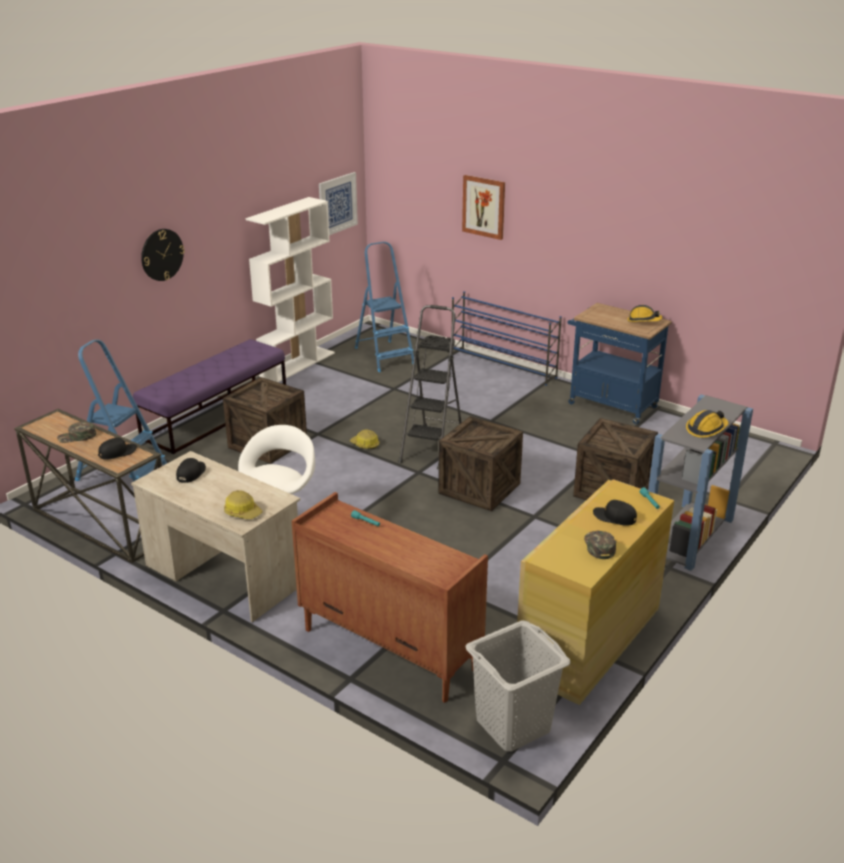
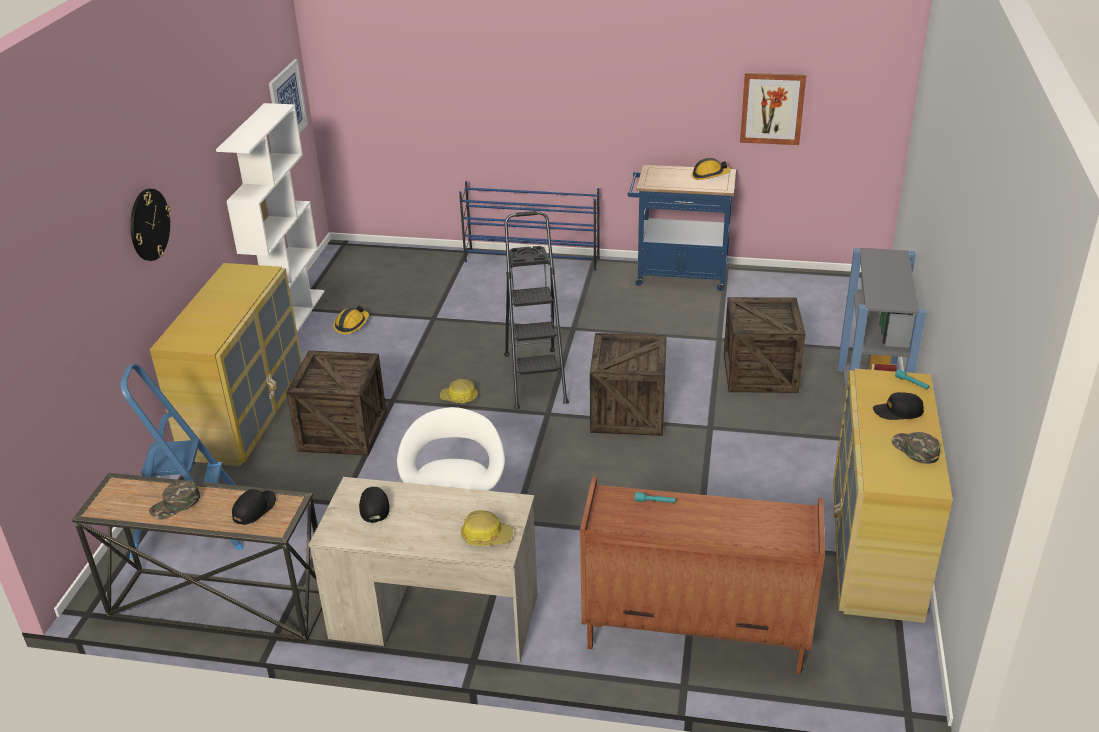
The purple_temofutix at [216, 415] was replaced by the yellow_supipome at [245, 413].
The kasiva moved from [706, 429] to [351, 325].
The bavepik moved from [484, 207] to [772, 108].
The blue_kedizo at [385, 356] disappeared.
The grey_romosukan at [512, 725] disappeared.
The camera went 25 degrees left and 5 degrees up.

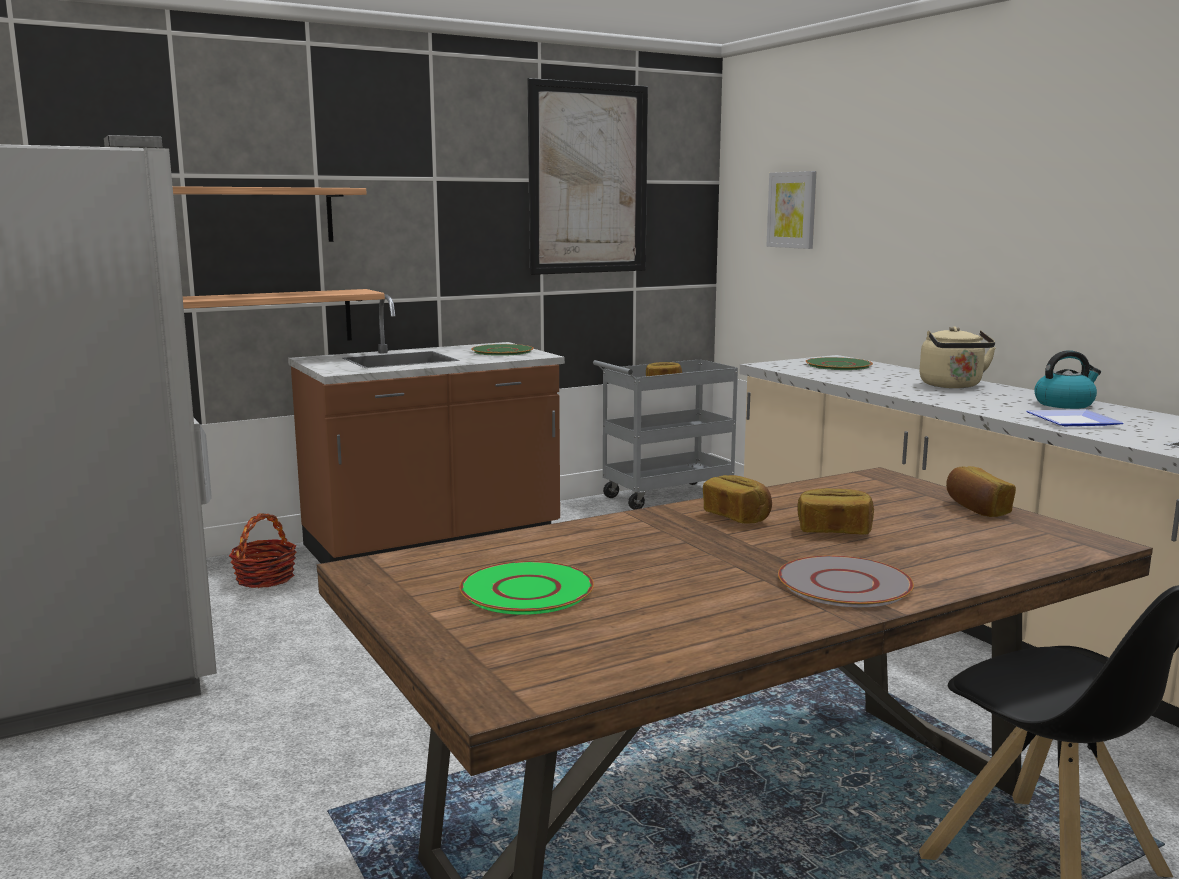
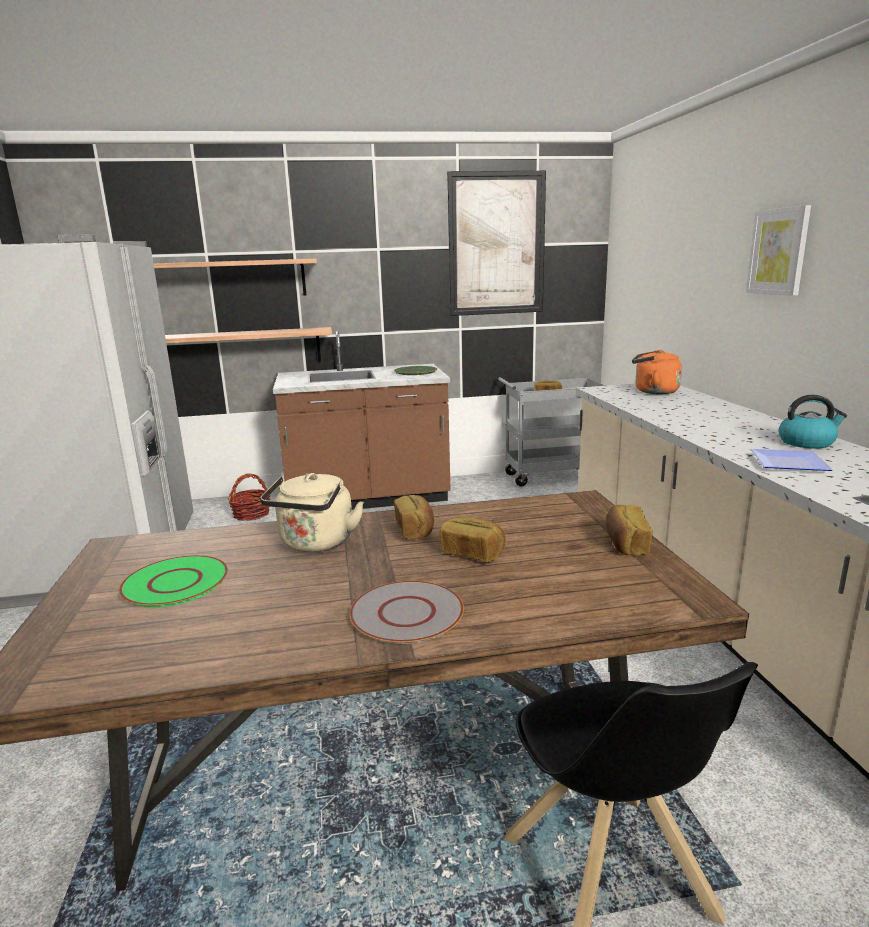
The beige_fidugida moved from [952, 386] to [315, 544].
The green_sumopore at [838, 365] was replaced by the orange_fidugida at [653, 391].
The bavepik moved from [792, 210] to [778, 251].
The camera went 20 degrees right and 5 degrees up.

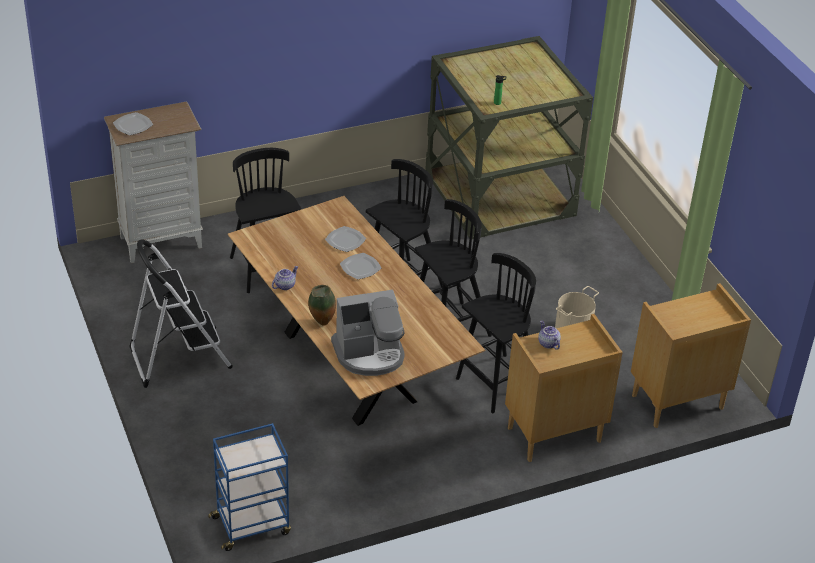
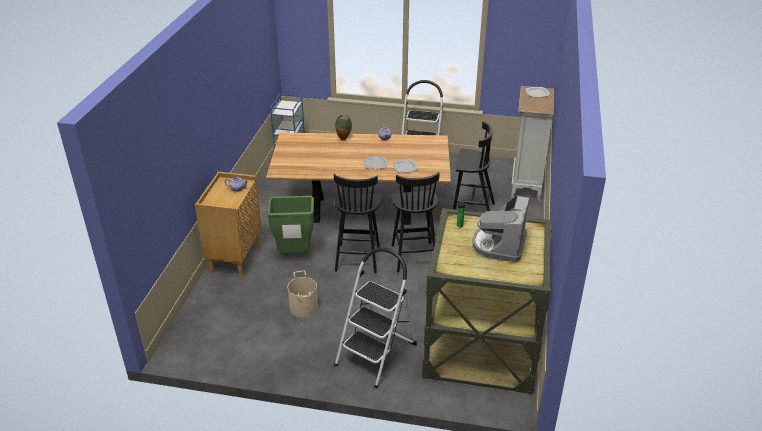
The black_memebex at [496, 384] was replaced by the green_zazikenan at [294, 255].
The kedizo at [378, 354] appeared.
The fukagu moved from [369, 354] to [499, 245].
The brown_supipome at [676, 402] disappeared.
The camera went 125 degrees right and 5 degrees down.

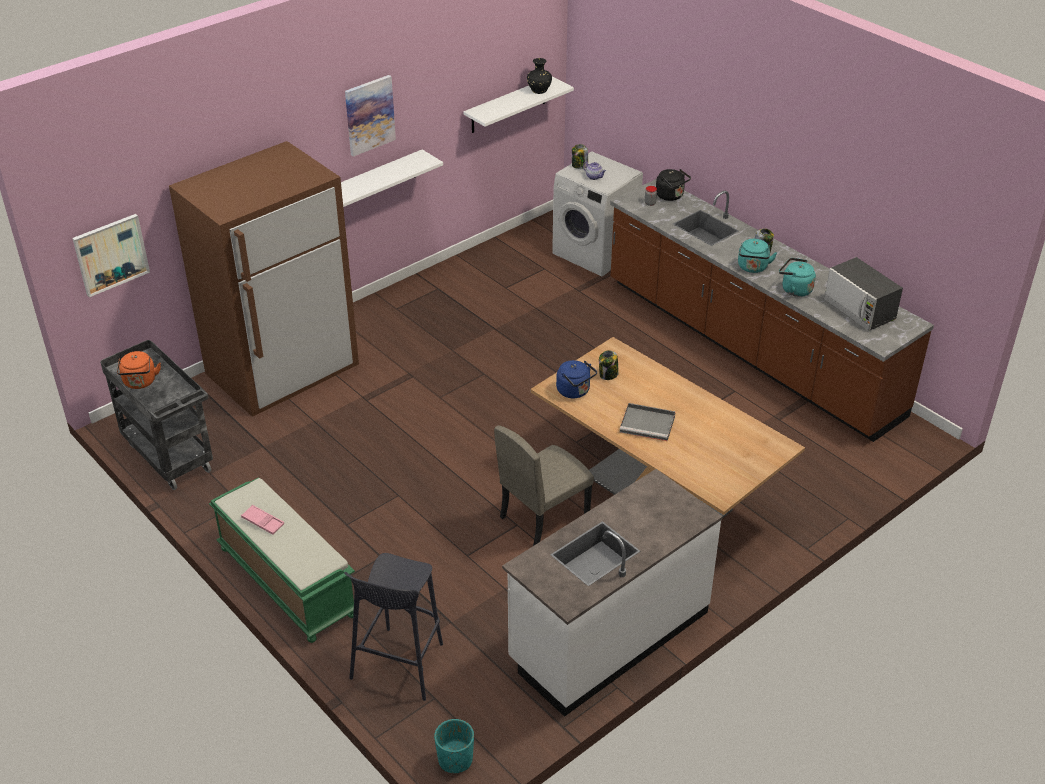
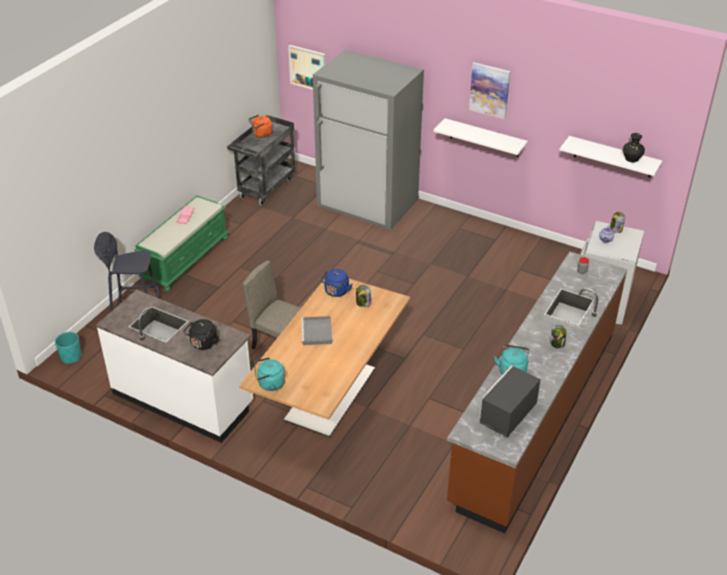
The black_fidugida moved from [671, 196] to [203, 344].
The turquoise_fidugida moved from [752, 268] to [269, 384].
The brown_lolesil at [283, 369] became the grey_lolesil at [367, 203].
The camera went 70 degrees right and 0 degrees up.

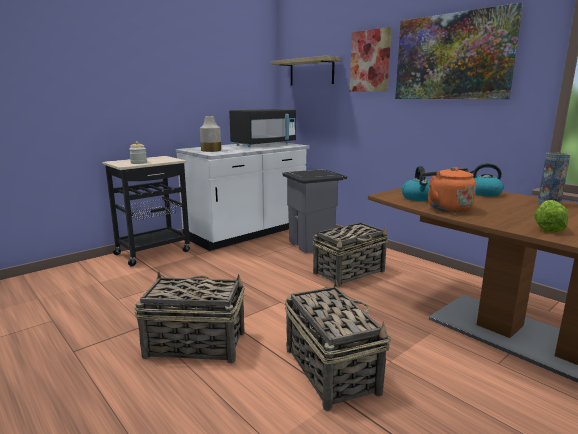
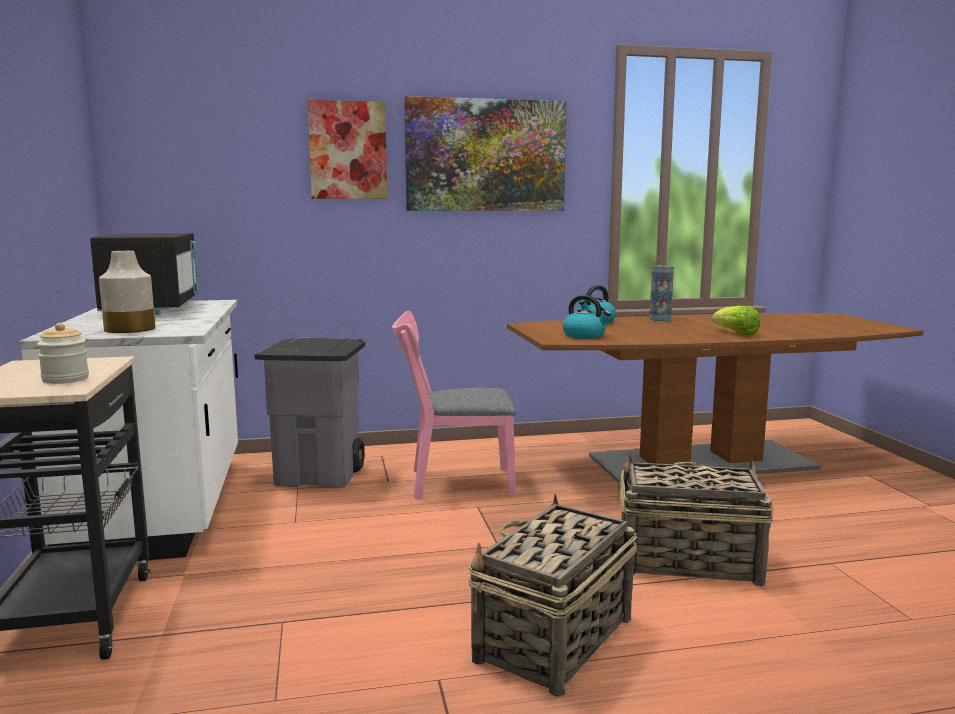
The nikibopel at [349, 272] was replaced by the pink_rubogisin at [453, 482].
The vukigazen at [311, 72] disappeared.
The orange_fidugida at [446, 208] disappeared.
The camera went 60 degrees left and 5 degrees down.

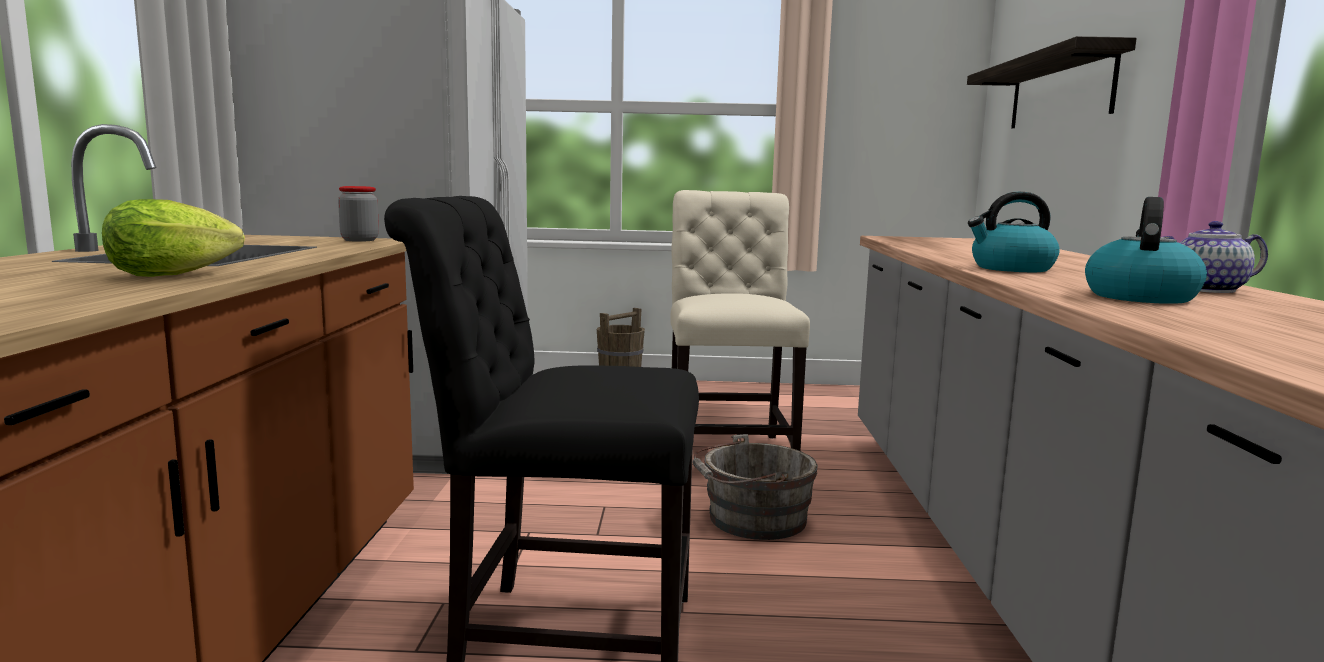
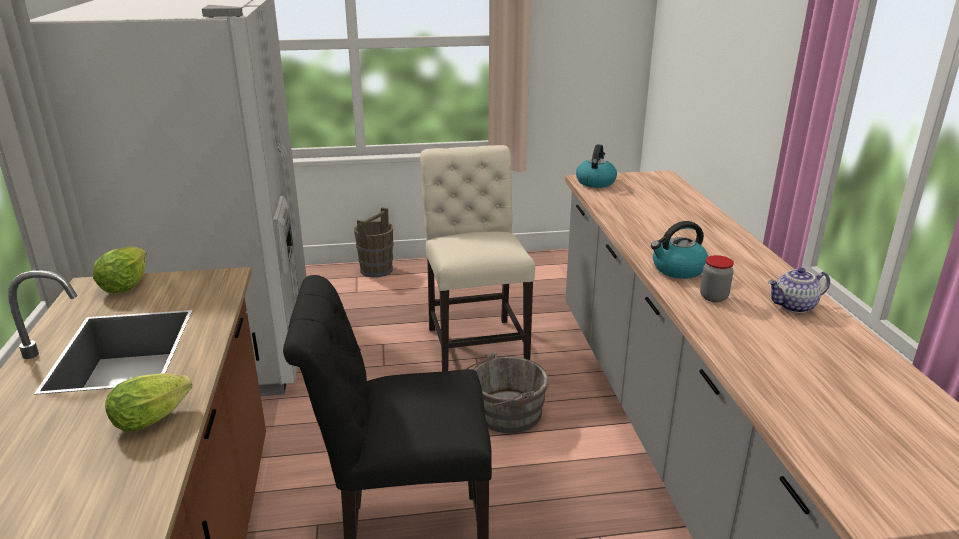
The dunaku at [125, 286] appeared.
The fidugida moved from [1139, 297] to [595, 182].
The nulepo moved from [359, 240] to [713, 297].
The vukigazen at [1060, 91] disappeared.
The camera went 10 degrees left and 15 degrees up.

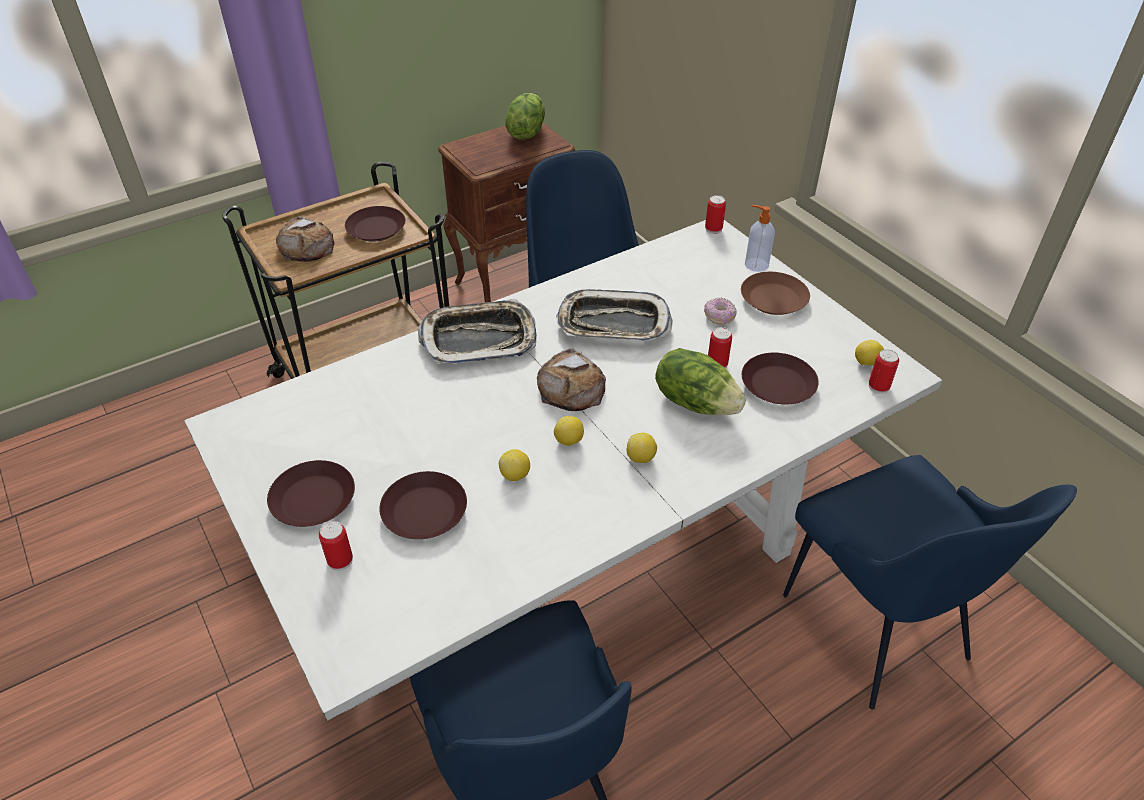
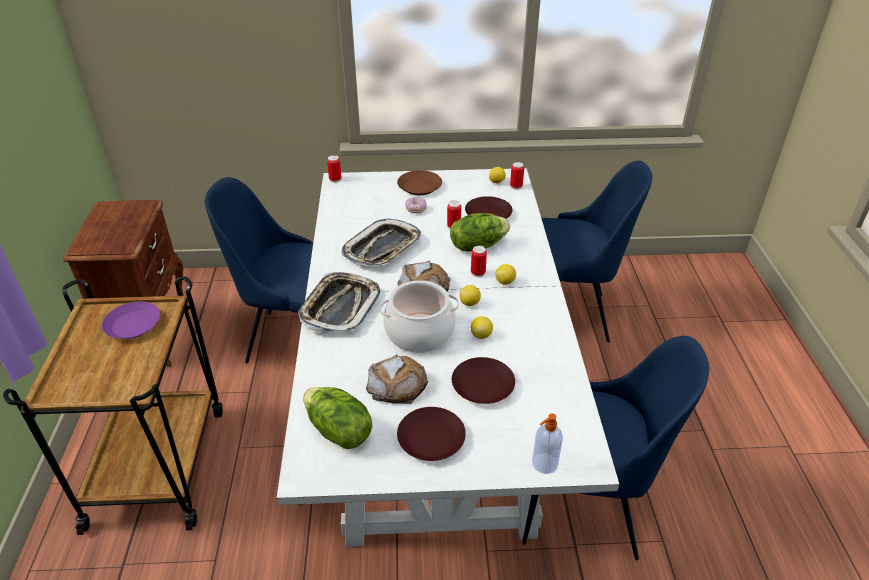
The brown_sumopore at [375, 229] became the purple_sumopore at [132, 325].
The dunaku moved from [526, 132] to [338, 432].
The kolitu moved from [306, 246] to [397, 384].
The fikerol at [419, 333] appeared.
The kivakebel moved from [340, 560] to [478, 273].
The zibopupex moved from [755, 264] to [544, 464].
The camera went 60 degrees left and 5 degrees down.

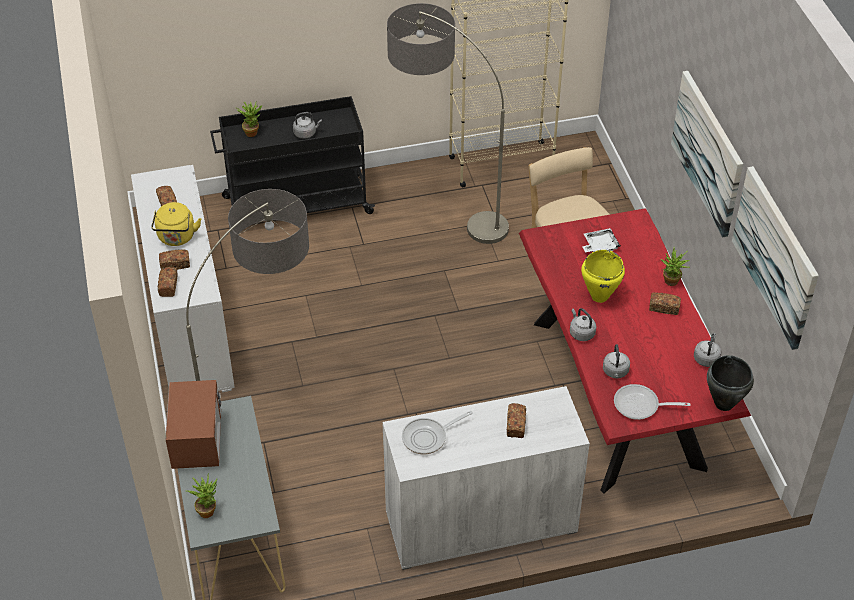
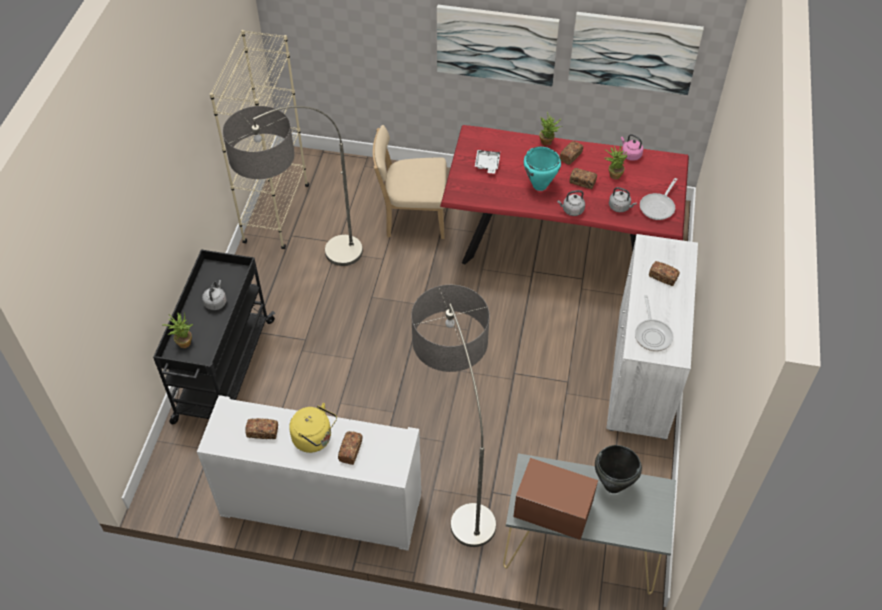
The yellow_fikerol at [599, 296] became the turquoise_fikerol at [539, 186].
The kolitu moved from [168, 286] to [582, 182].
The black_fikerol moved from [723, 404] to [613, 486].
The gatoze moved from [207, 509] to [613, 174].
The grey_fidugida at [706, 358] became the pink_fidugida at [630, 155].
The camera went 65 degrees left and 5 degrees up.

